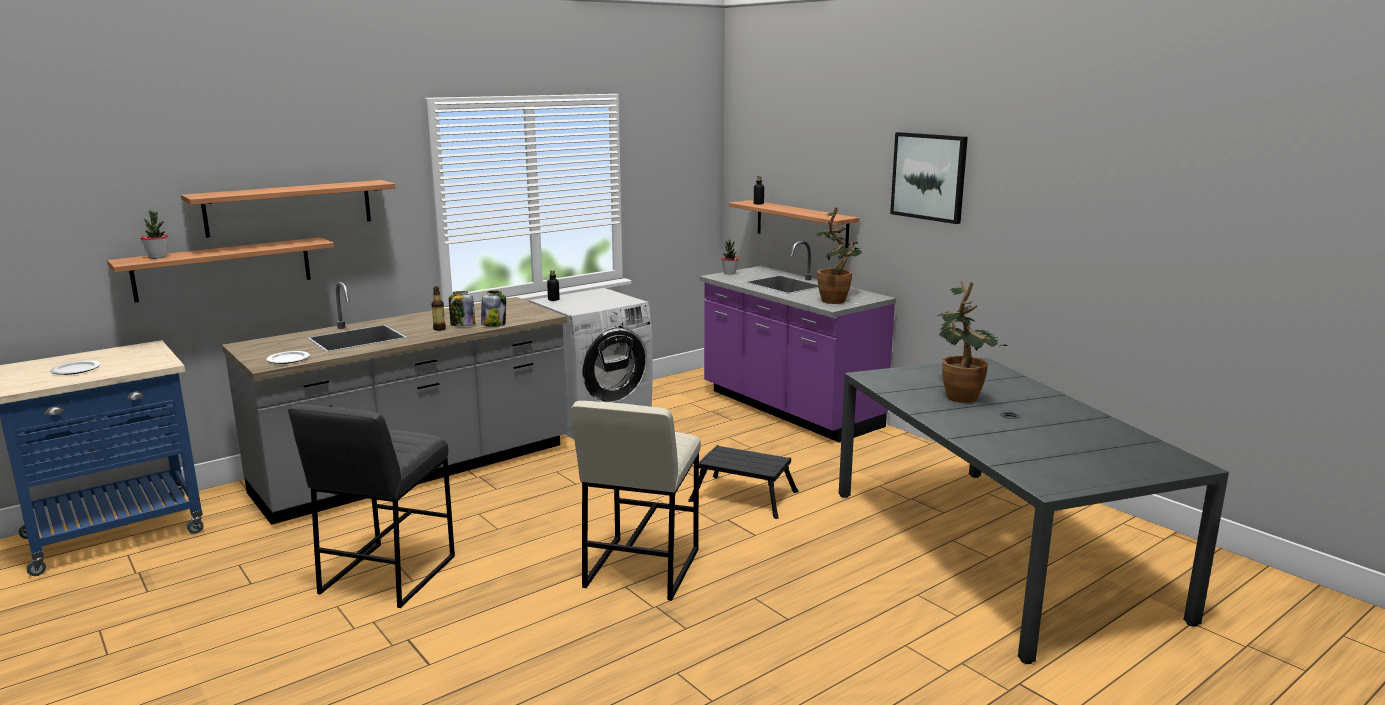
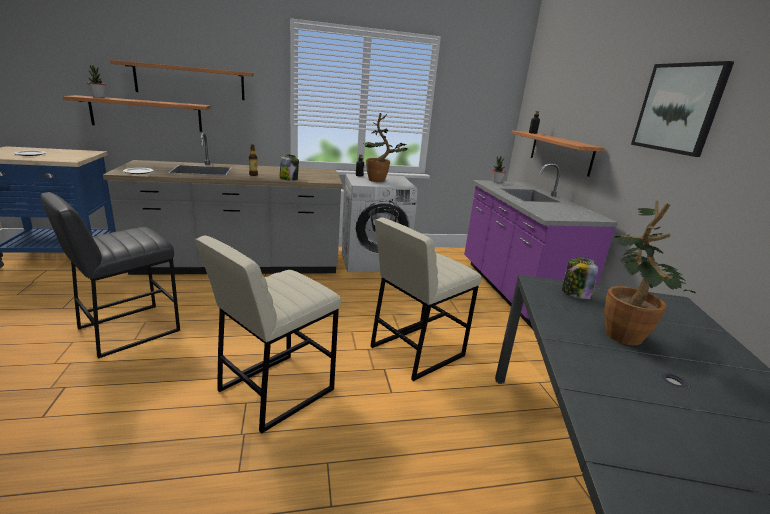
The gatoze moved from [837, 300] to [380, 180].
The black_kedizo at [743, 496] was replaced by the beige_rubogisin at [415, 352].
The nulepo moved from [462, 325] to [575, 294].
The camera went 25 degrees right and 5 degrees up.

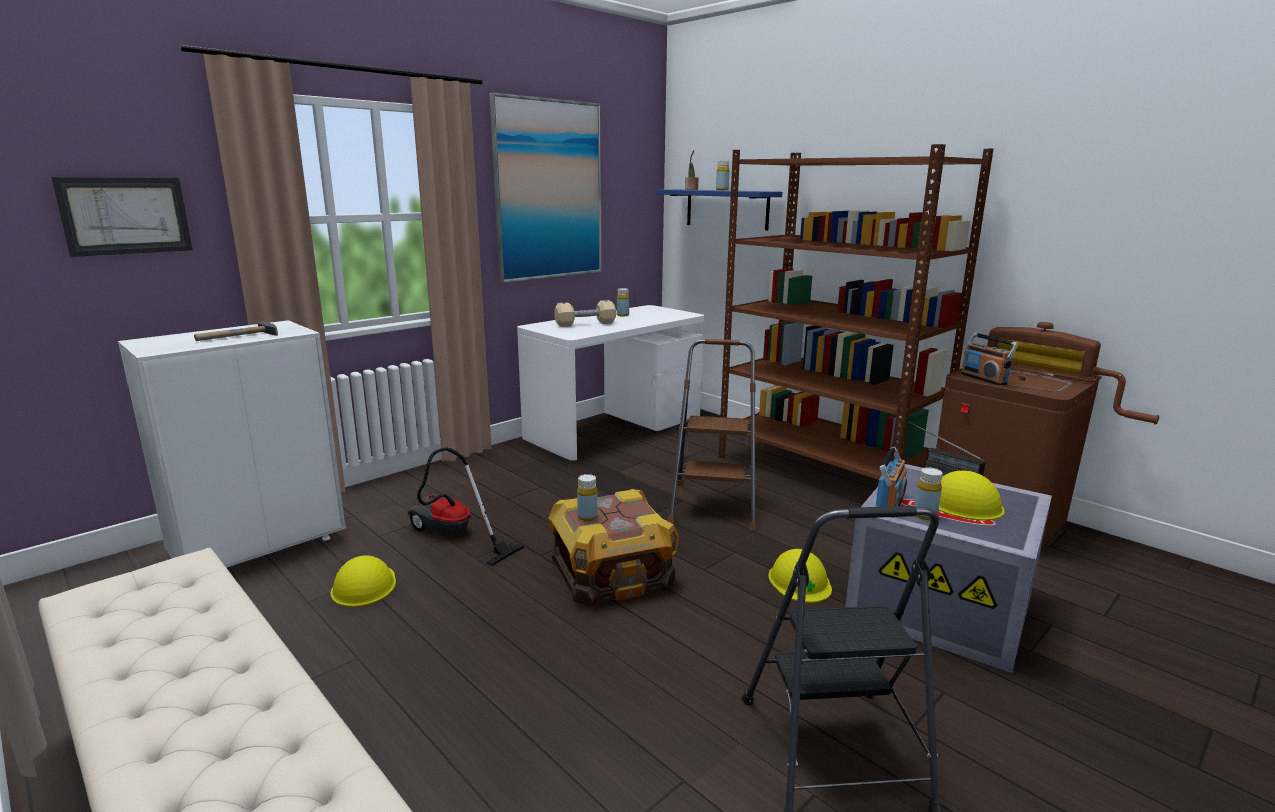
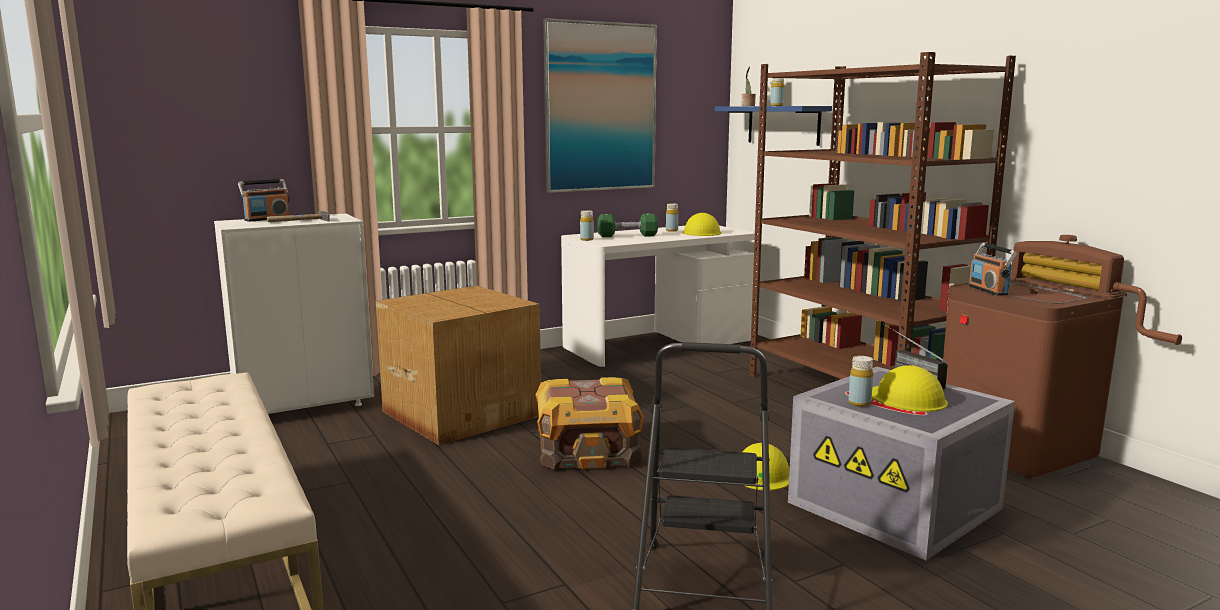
The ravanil moved from [890, 505] to [267, 219].
The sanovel at [452, 536] was replaced by the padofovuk at [462, 412].
The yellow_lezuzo moved from [587, 517] to [586, 239].
The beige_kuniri at [585, 324] became the green_kuniri at [627, 236].
The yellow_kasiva moved from [364, 585] to [701, 232].
The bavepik at [126, 215] disappeared.
The brown_kedizo at [714, 503] disappeared.
The camera went 15 degrees right and 5 degrees down.

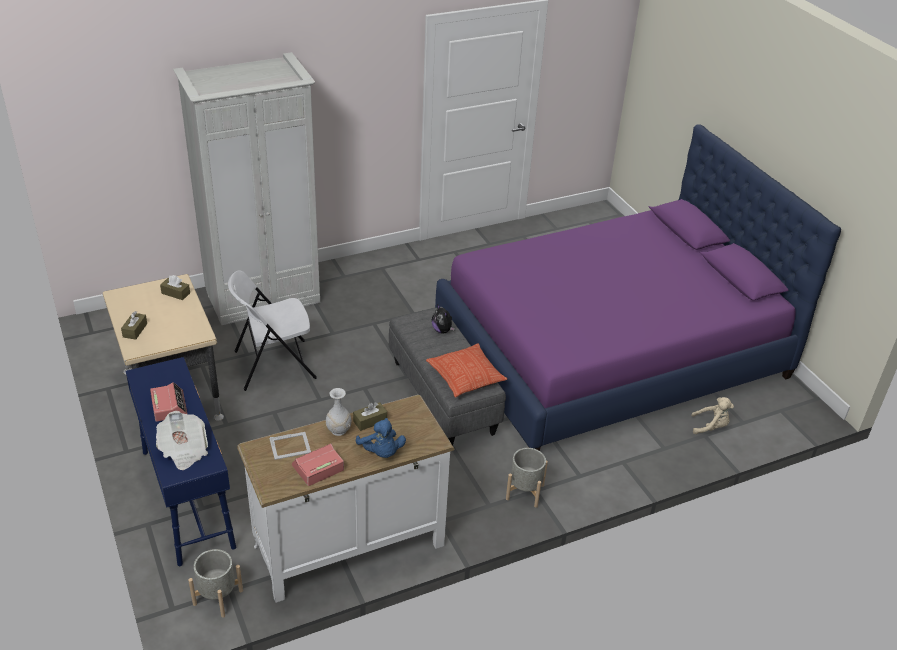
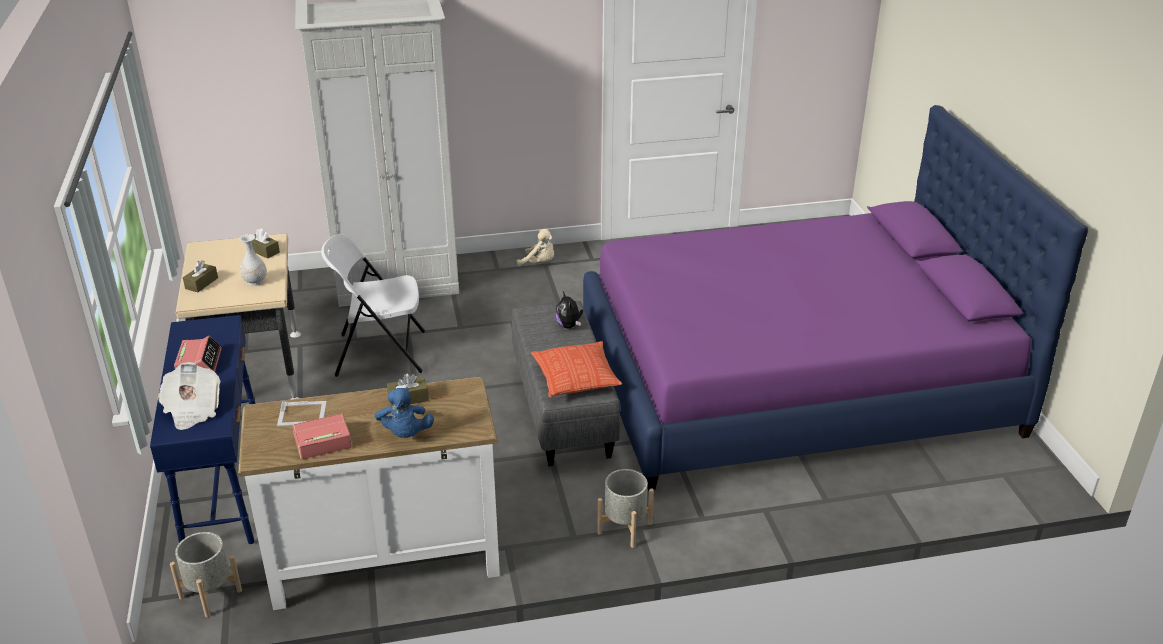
The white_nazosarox moved from [338, 430] to [255, 281].
The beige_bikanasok moved from [710, 427] to [539, 263].
The camera went 15 degrees right and 5 degrees down.

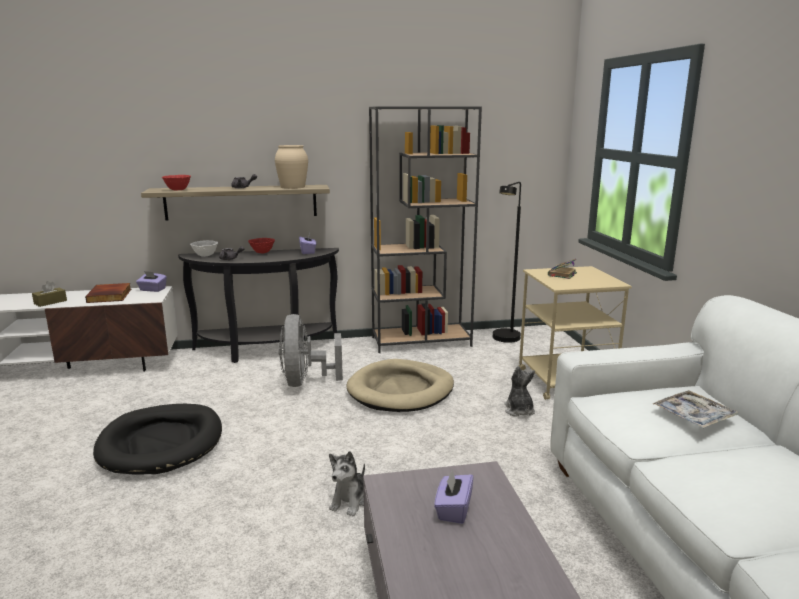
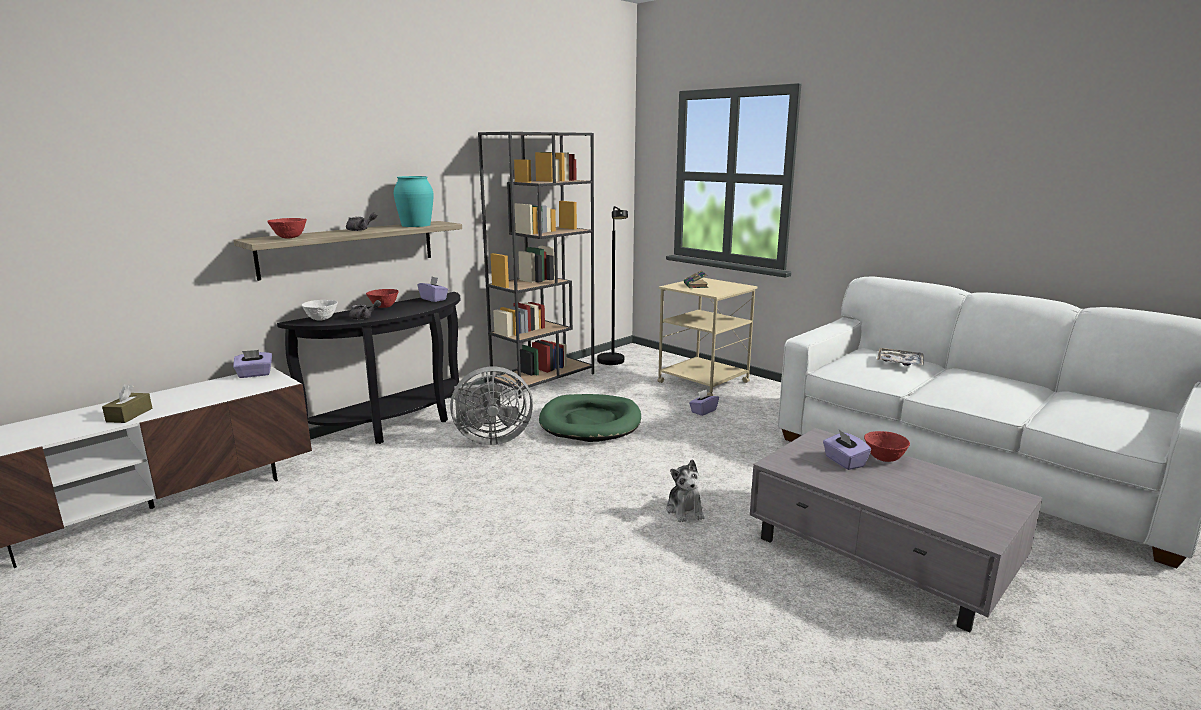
The beige_nazosarox at [292, 187] became the turquoise_nazosarox at [415, 225].
The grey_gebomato at [305, 382] turned 60 degrees counterclockwise.
The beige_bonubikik at [401, 390] became the green_bonubikik at [590, 422].
The bikanasok at [519, 410] was replaced by the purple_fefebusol at [703, 411].
The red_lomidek at [884, 459] appeared.
The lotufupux at [110, 295] disappeared.
The black_bonubikik at [161, 443] disappeared.
The camera went 35 degrees left and 0 degrees up.

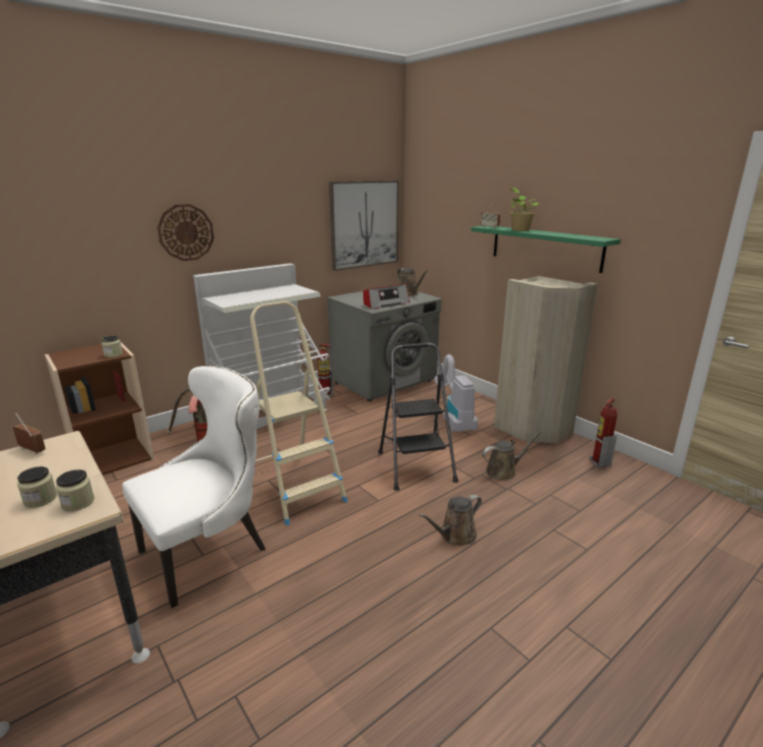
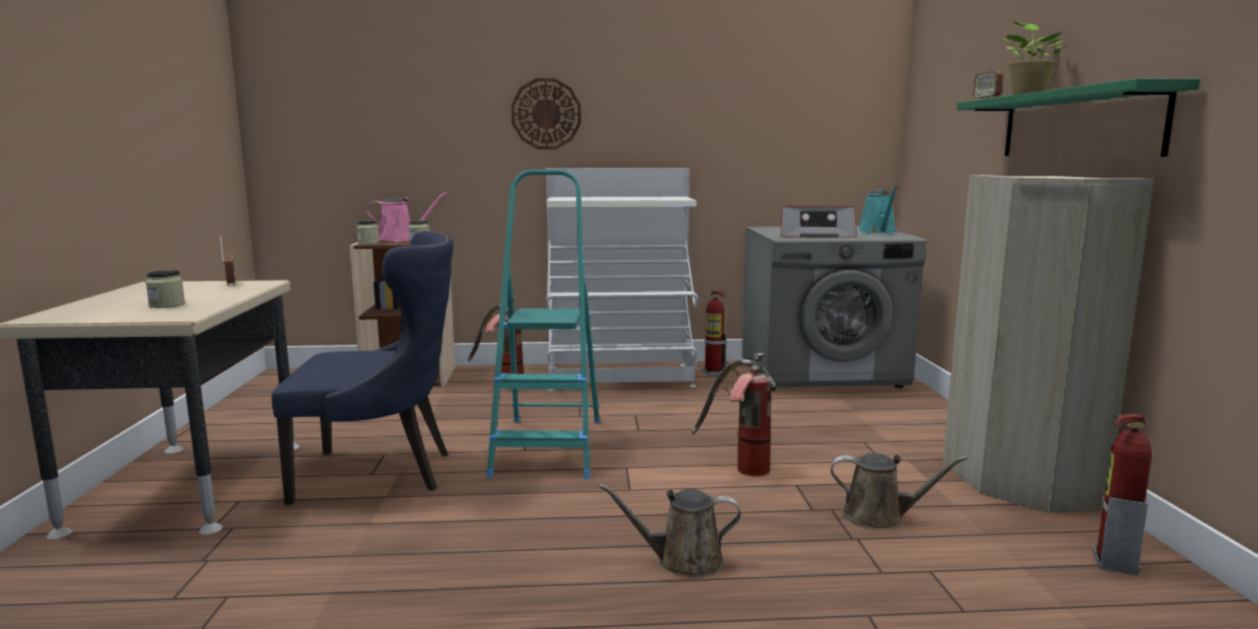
The white_rubogisin at [209, 551] became the blue_rubogisin at [381, 473].
The nulepo moved from [78, 502] to [368, 243].
The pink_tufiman at [401, 239] appeared.
The beige_kedizo at [295, 486] became the turquoise_kedizo at [548, 447].
The black_kedizo at [415, 464] was replaced by the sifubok at [739, 469].
The brown_tufiman at [409, 294] became the turquoise_tufiman at [878, 232].
The bavepik at [364, 224] disappeared.
The sanovel at [453, 418] disappeared.
The camera went 35 degrees right and 10 degrees down.

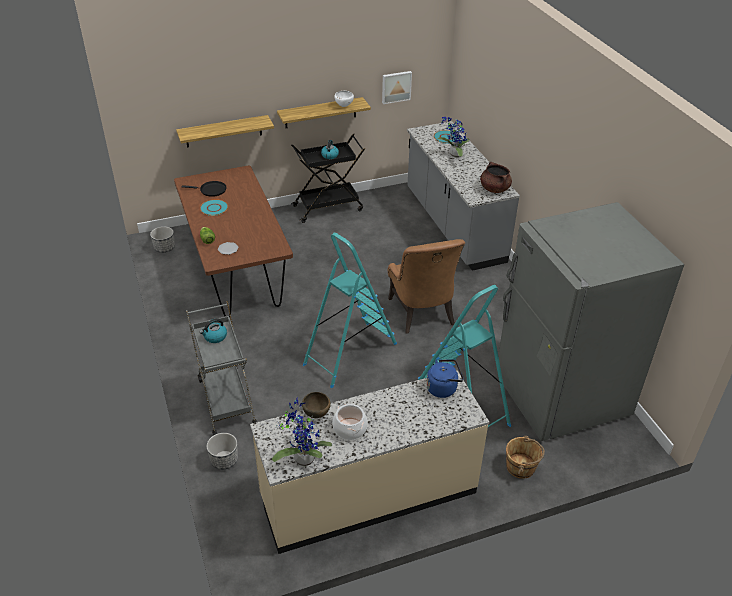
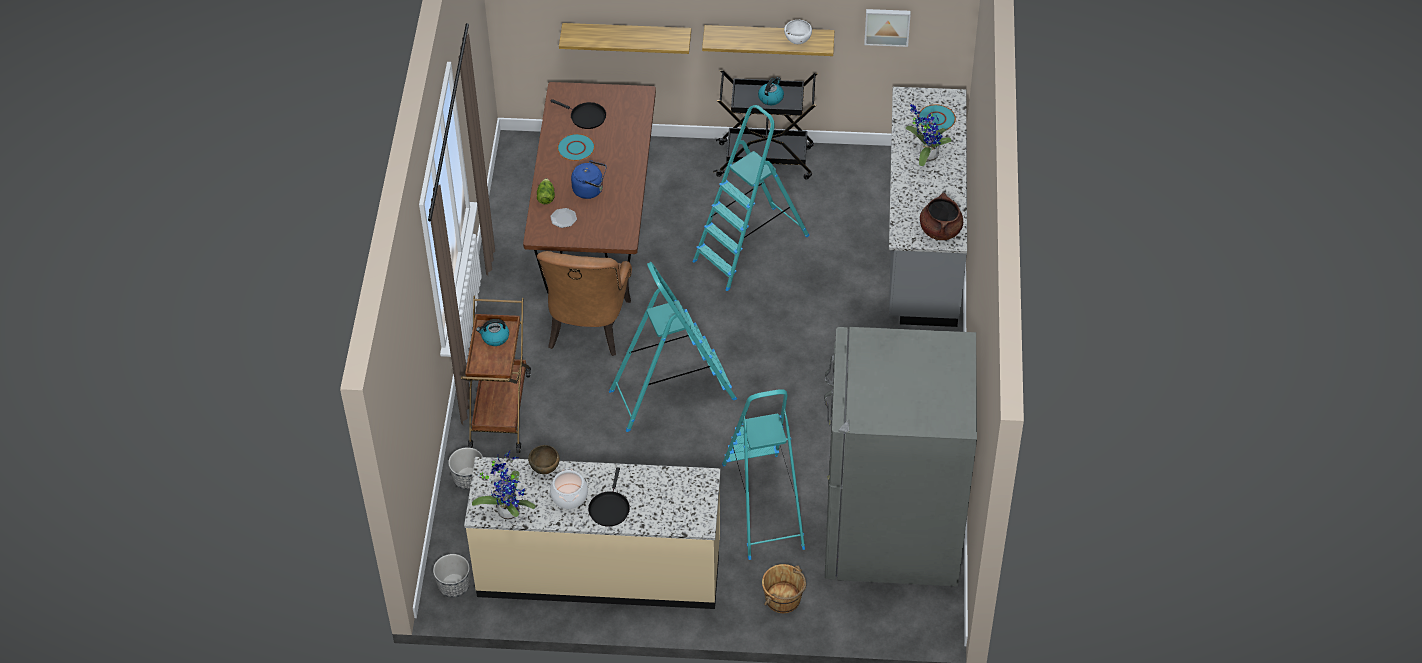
The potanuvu moved from [164, 248] to [454, 585].
The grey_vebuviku at [226, 402] became the brown_vebuviku at [501, 410].
The brown_rubogisin moved from [422, 312] to [588, 325].
The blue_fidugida moved from [443, 388] to [590, 190].
The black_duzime at [609, 508] appeared.
The turquoise_kedizo at [750, 249] appeared.
The camera went 25 degrees right and 10 degrees up.

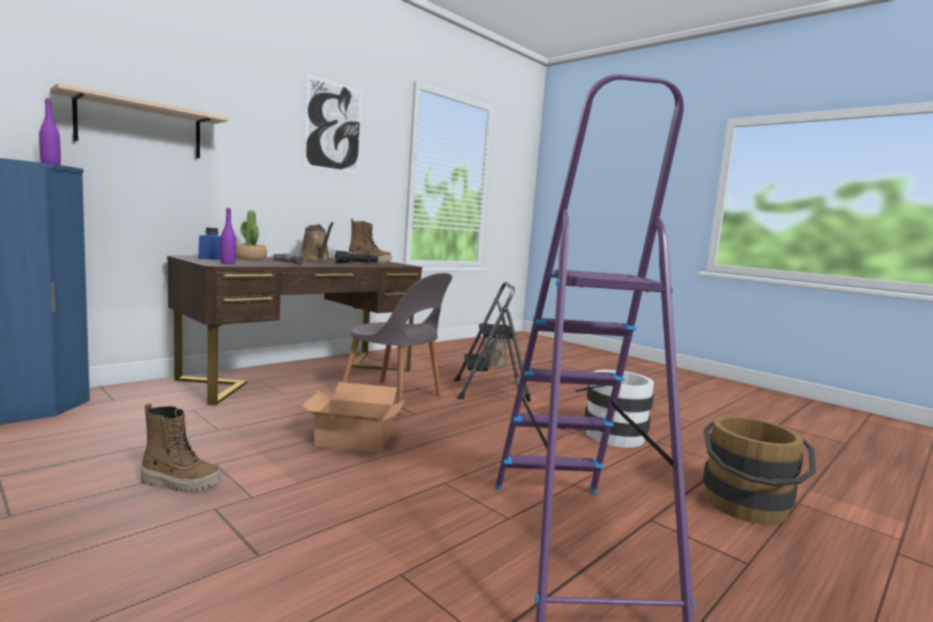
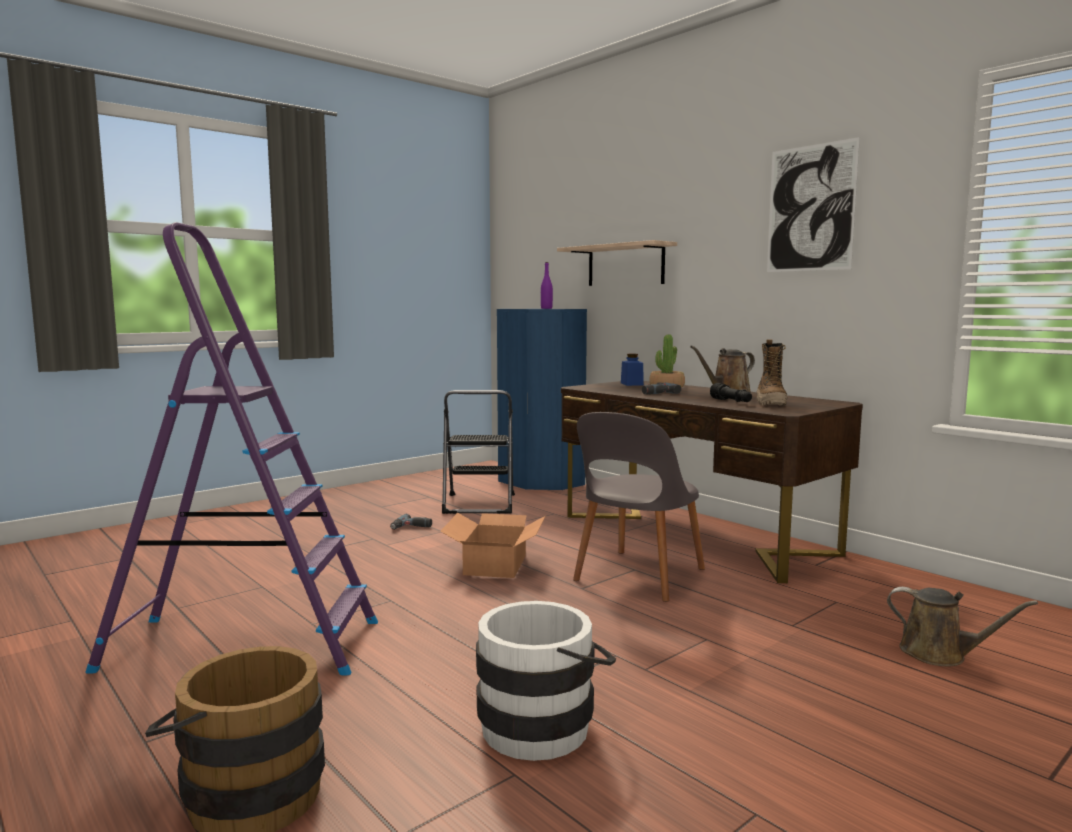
The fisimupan at [181, 483] was replaced by the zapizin at [411, 527].
The black_kedizo moved from [494, 390] to [478, 504].
The purple_lezuzo at [228, 263] disappeared.
The camera went 95 degrees right and 0 degrees up.

